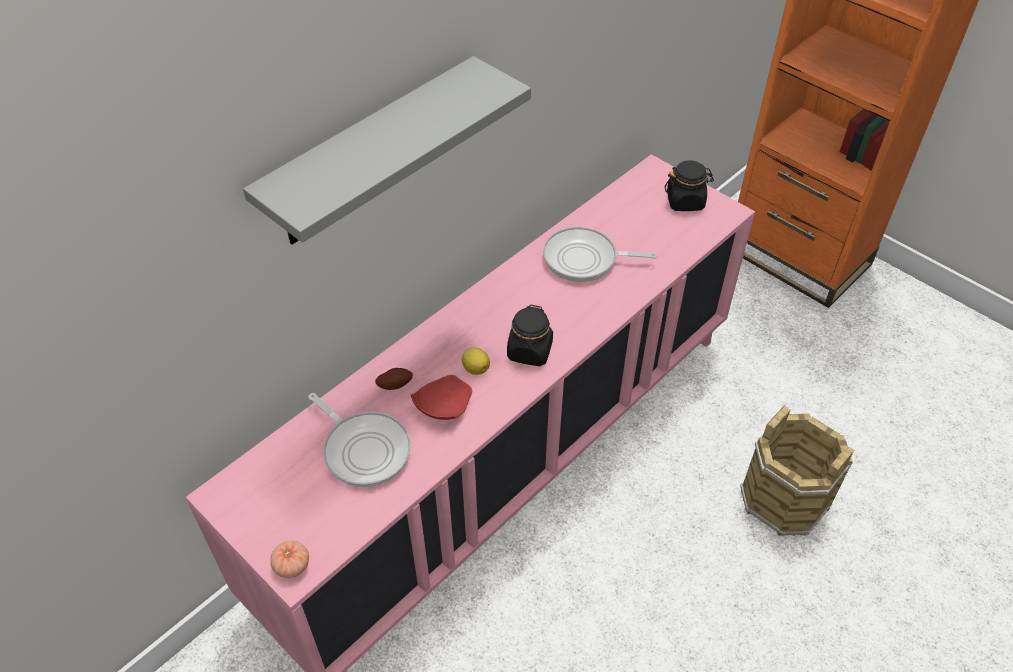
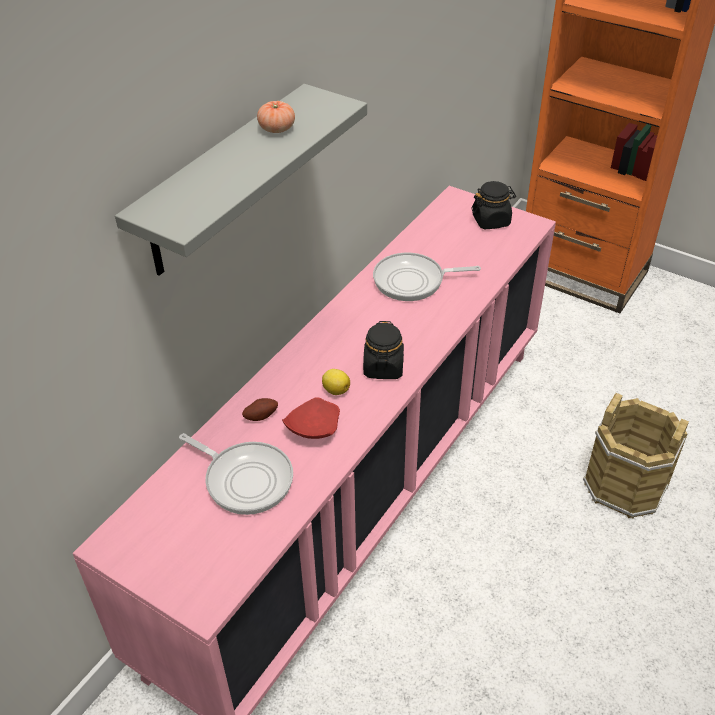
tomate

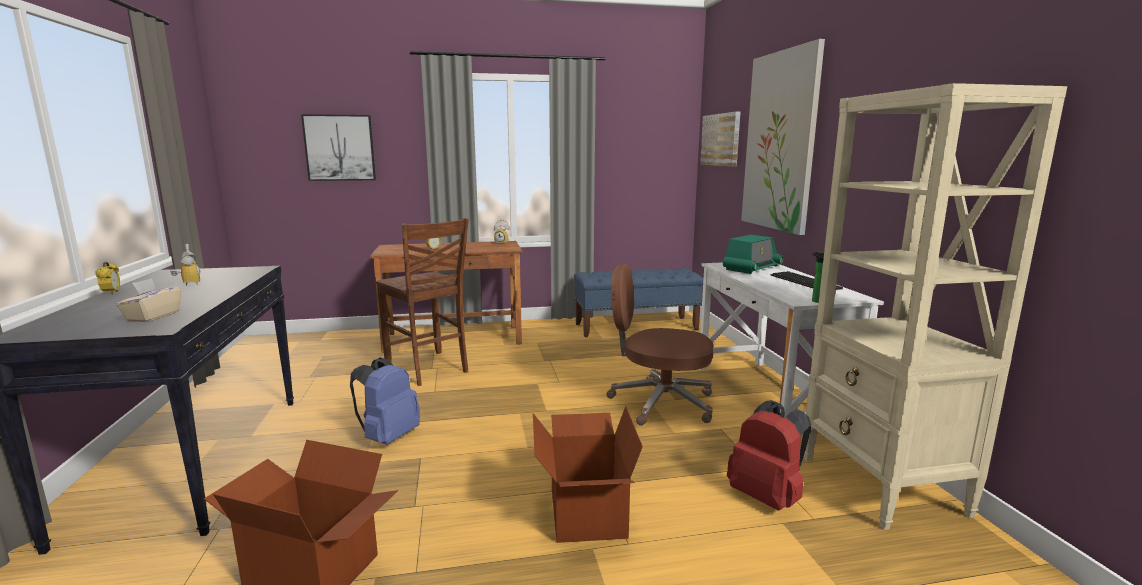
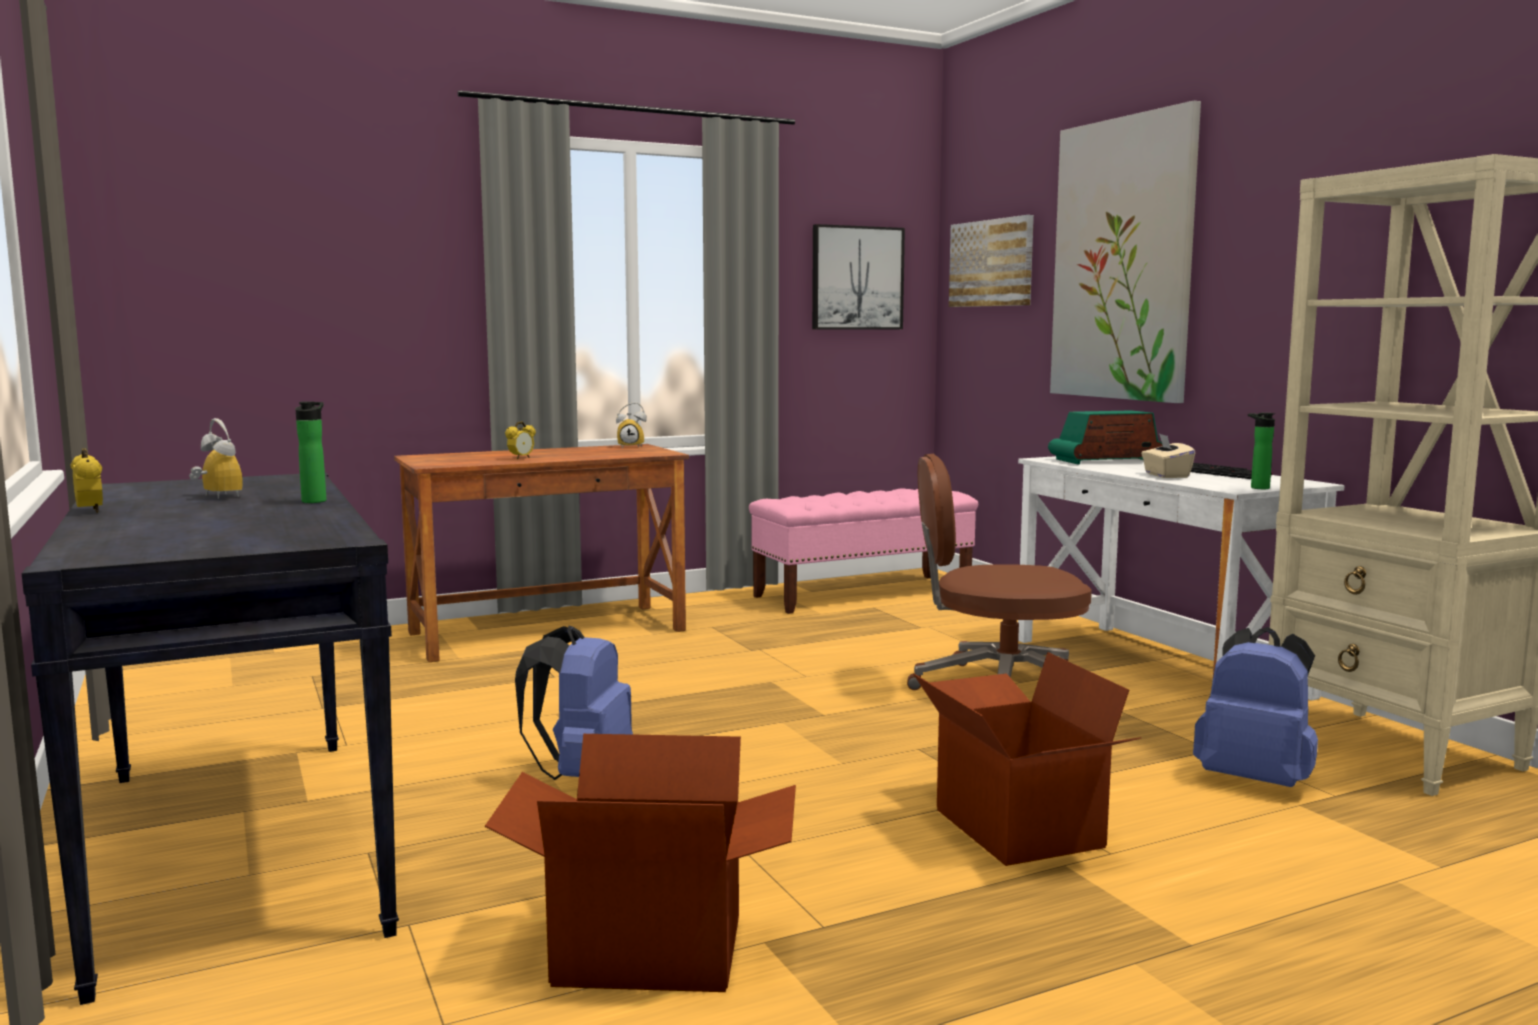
tableau (no. 1 from left)
chaise/marron
radio
banc/rose
boîte à mouchoirs/beige
sac à dos/bleu (no. 2 from left)
bouteille (no. 1 from left)

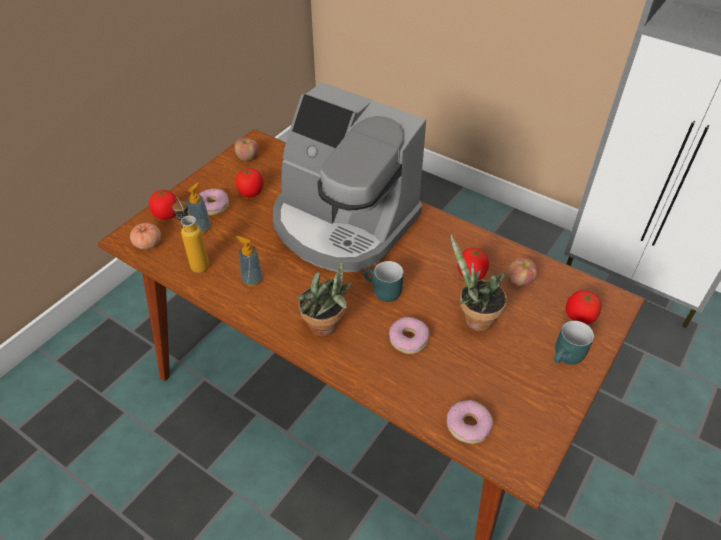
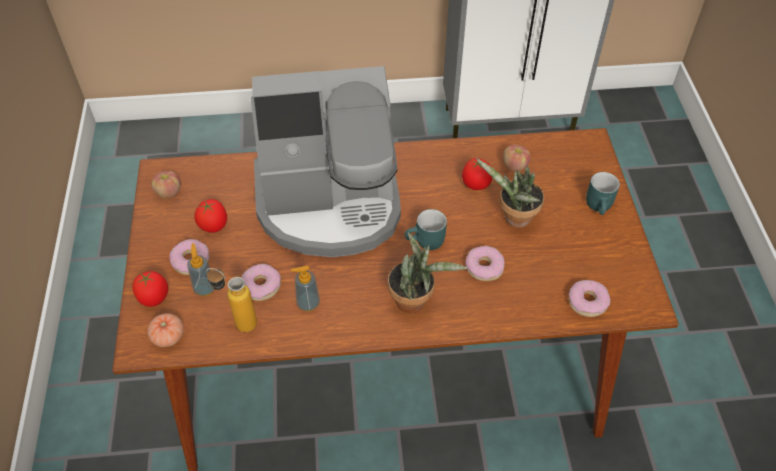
tomate (no. 5 from left in the first image)
beignet (no. 2 from left)

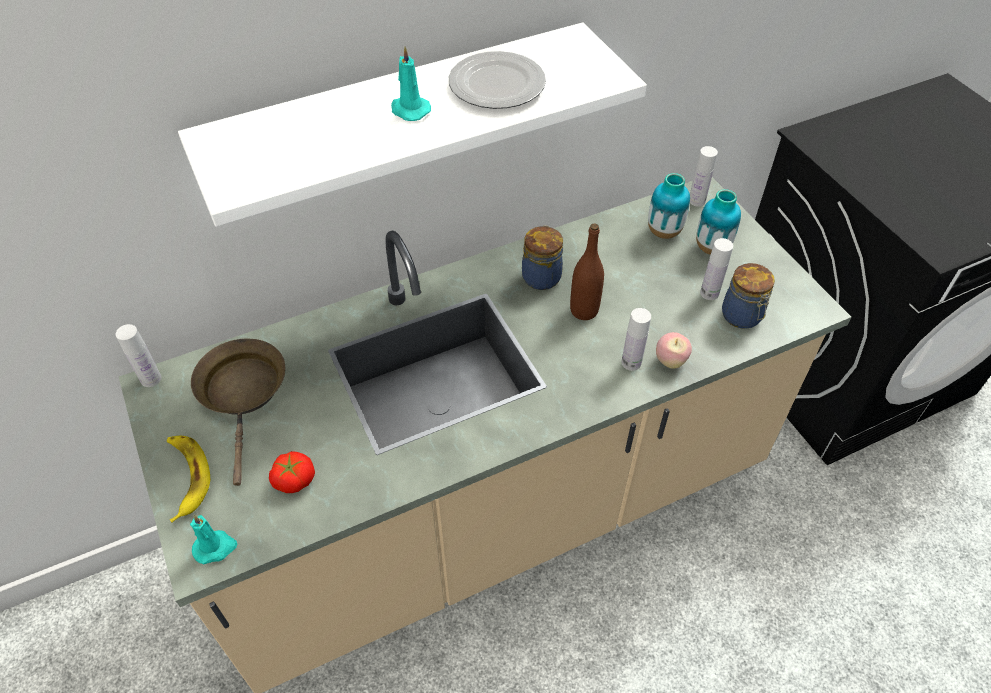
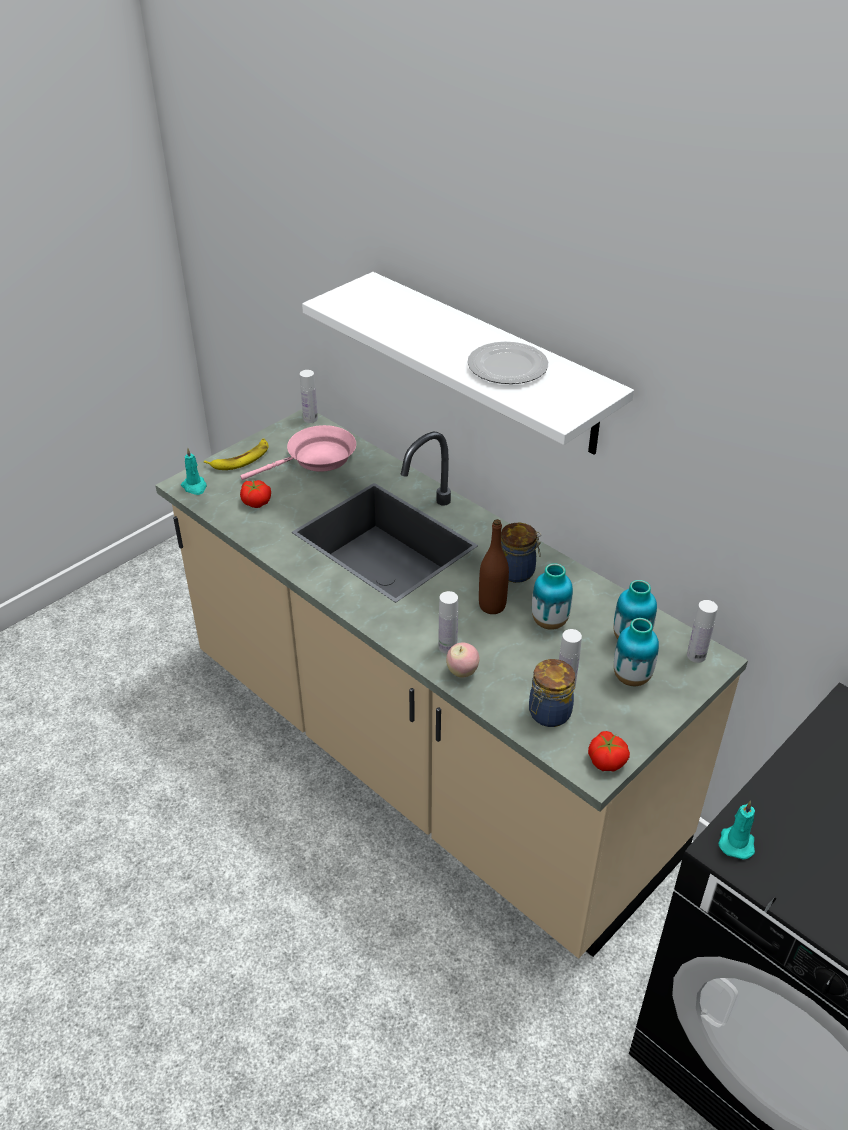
bougie/turquoise (no. 2 from left)
poêle/rose
vase (no. 1 from left)
tomate (no. 2 from left)

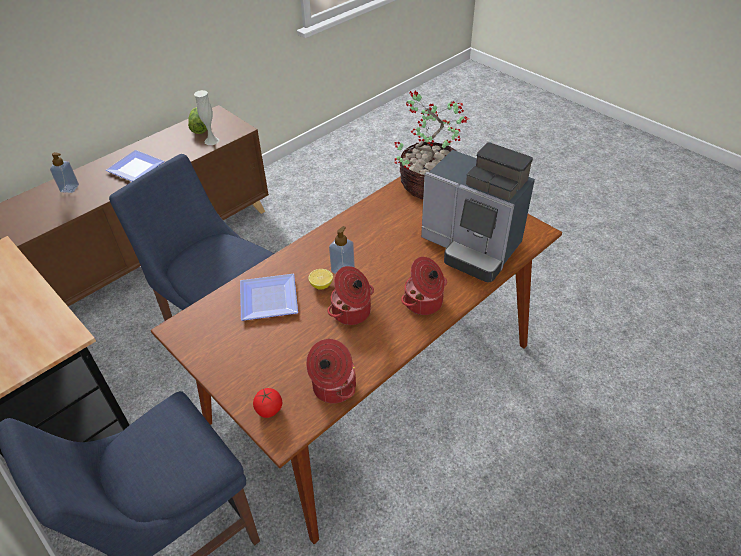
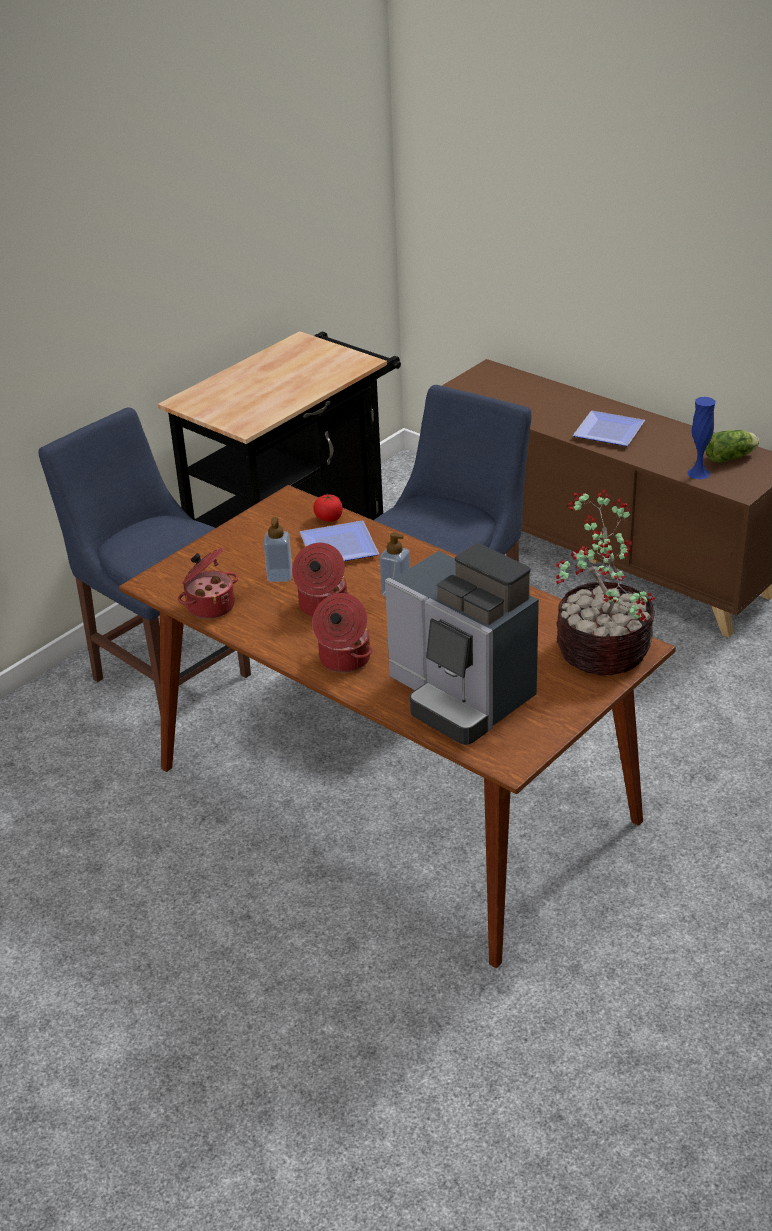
vase/bleu
machine à café
distributeur de savon (no. 1 from left)
citron
tomate

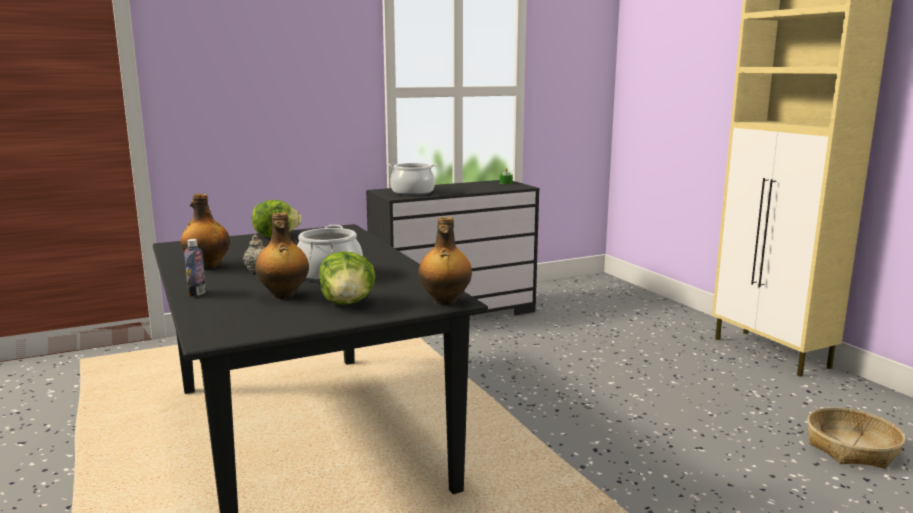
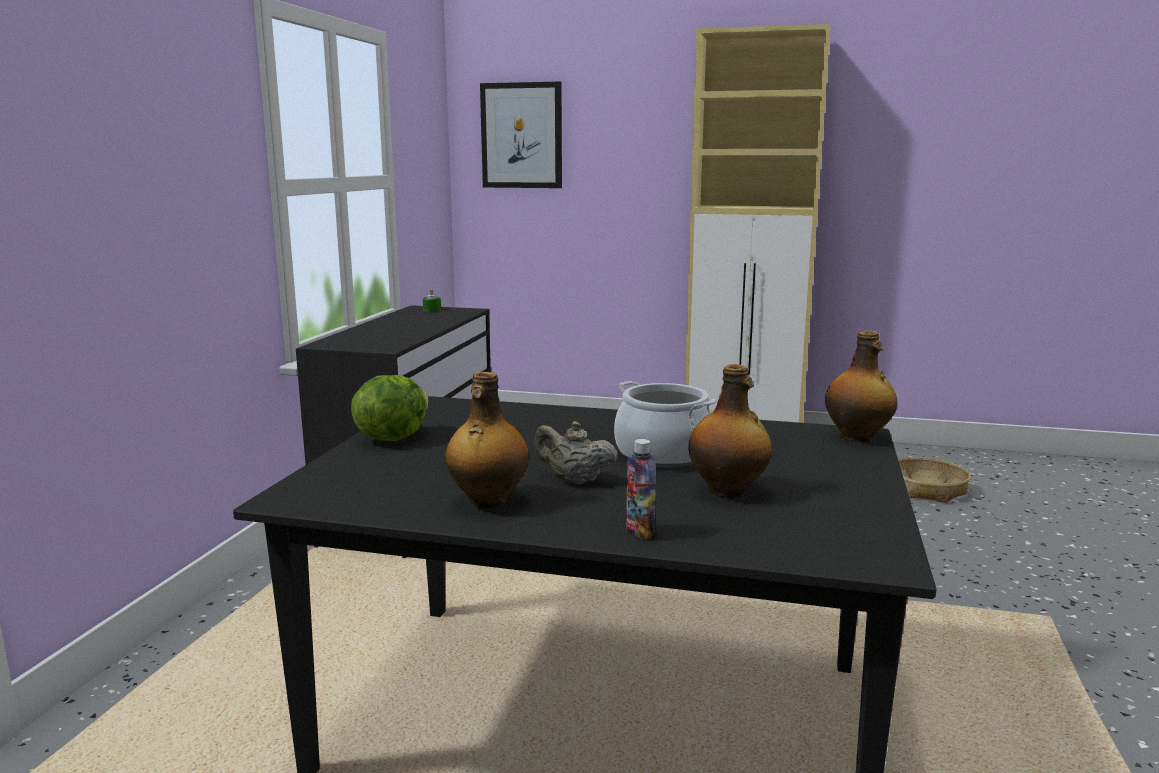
marmite (no. 2 from left in the first image)
laitue (no. 2 from left in the first image)
tableau

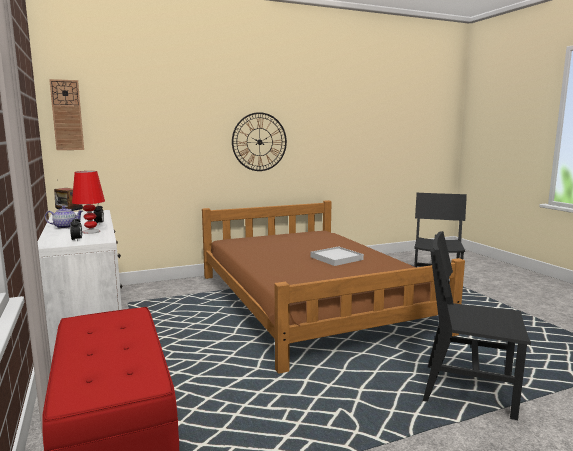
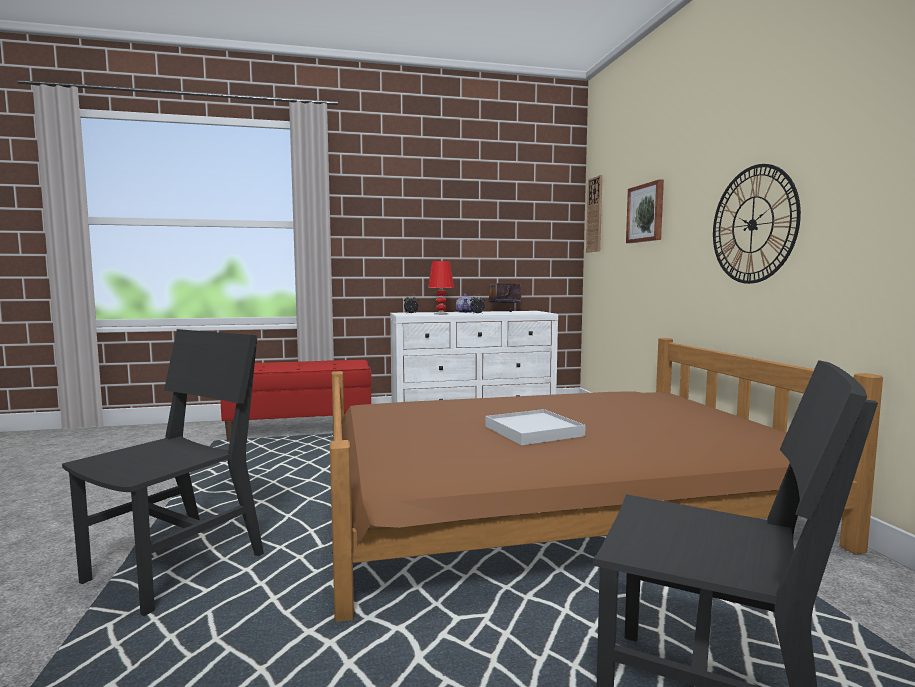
tableau

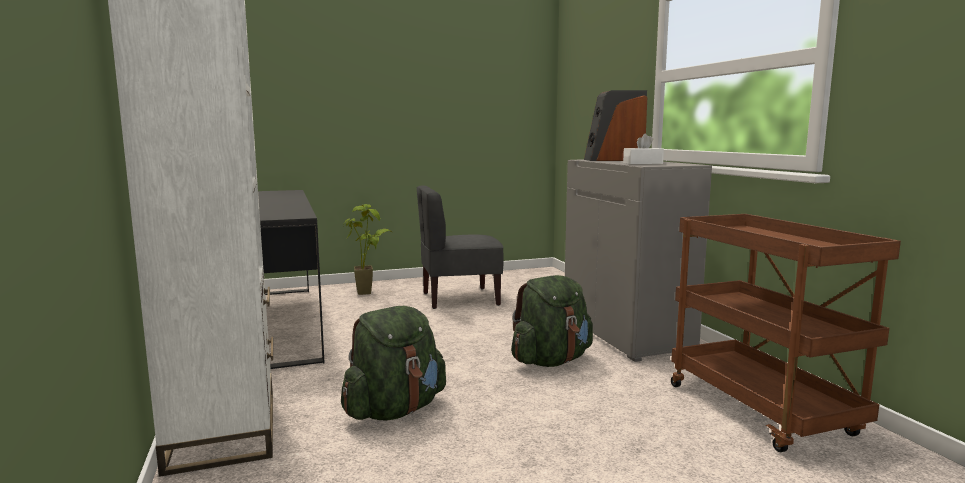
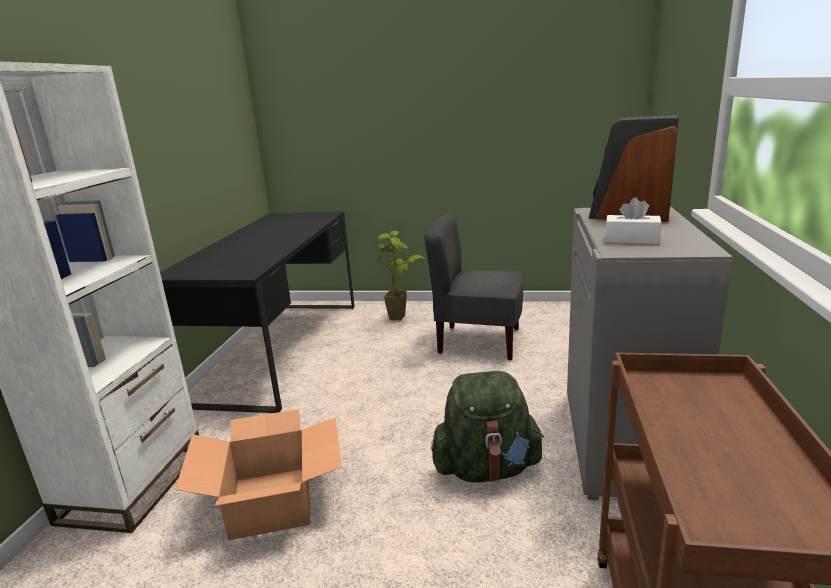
carton

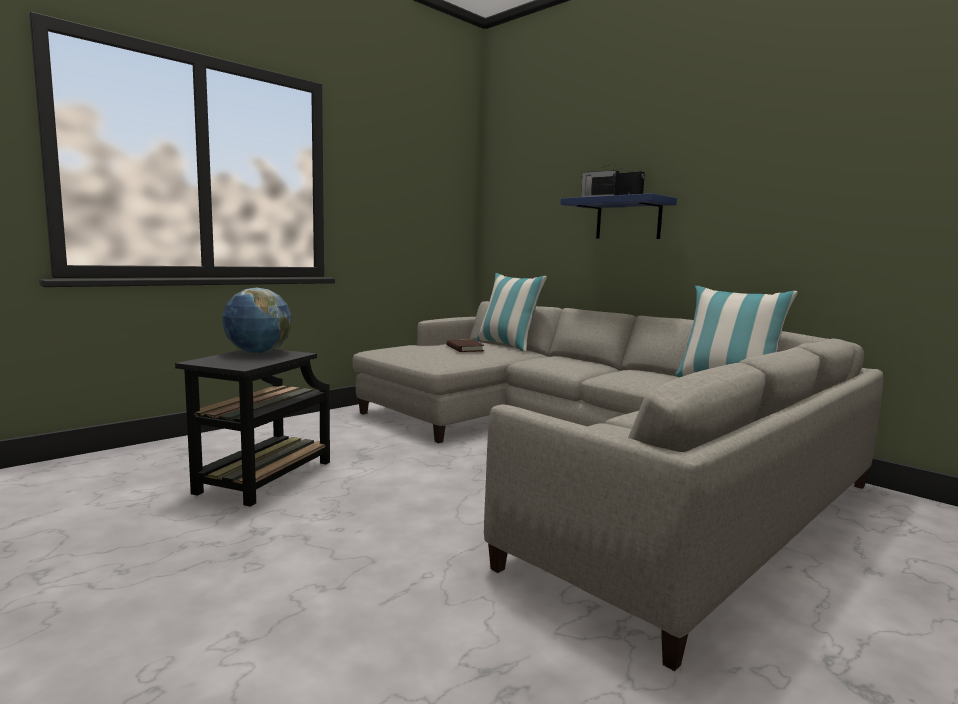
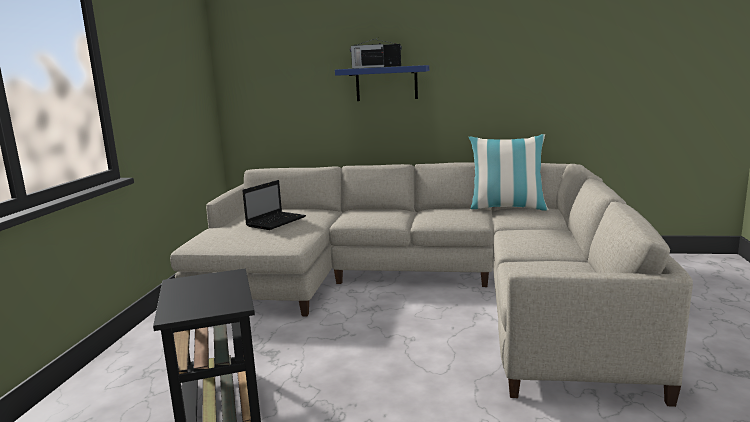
coussin (no. 1 from left in the first image)
globe
ordinateur portable

